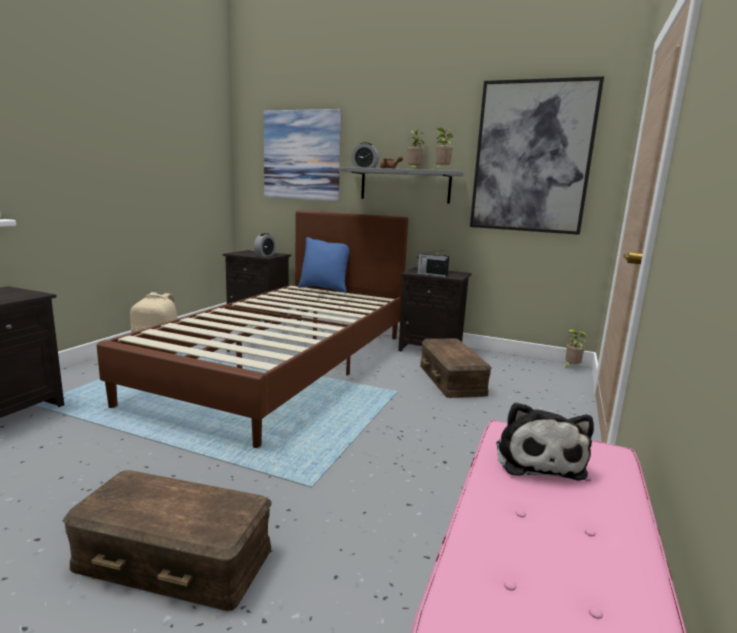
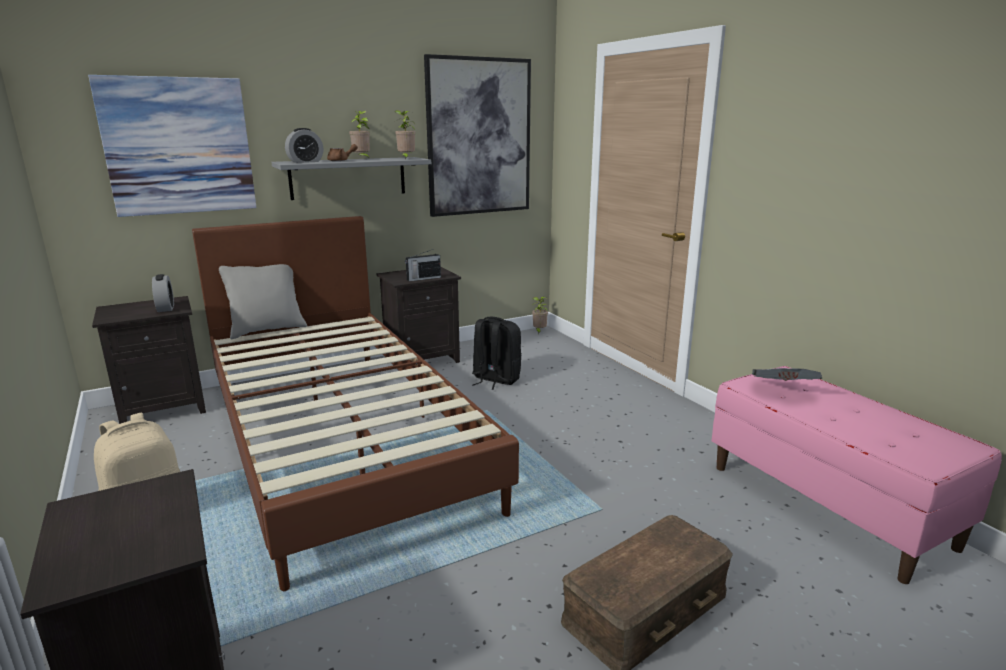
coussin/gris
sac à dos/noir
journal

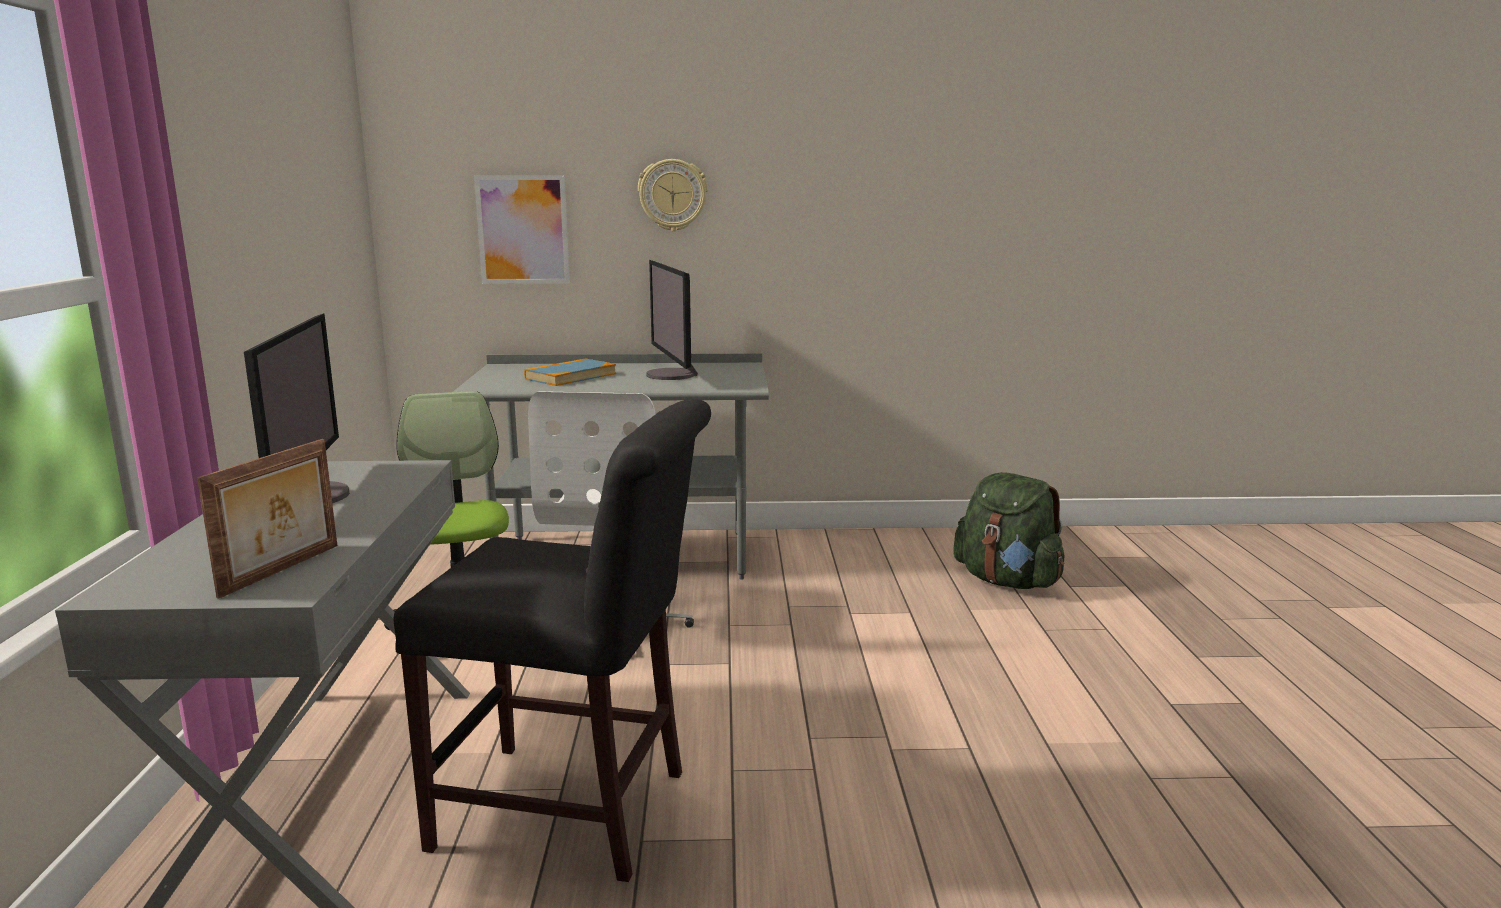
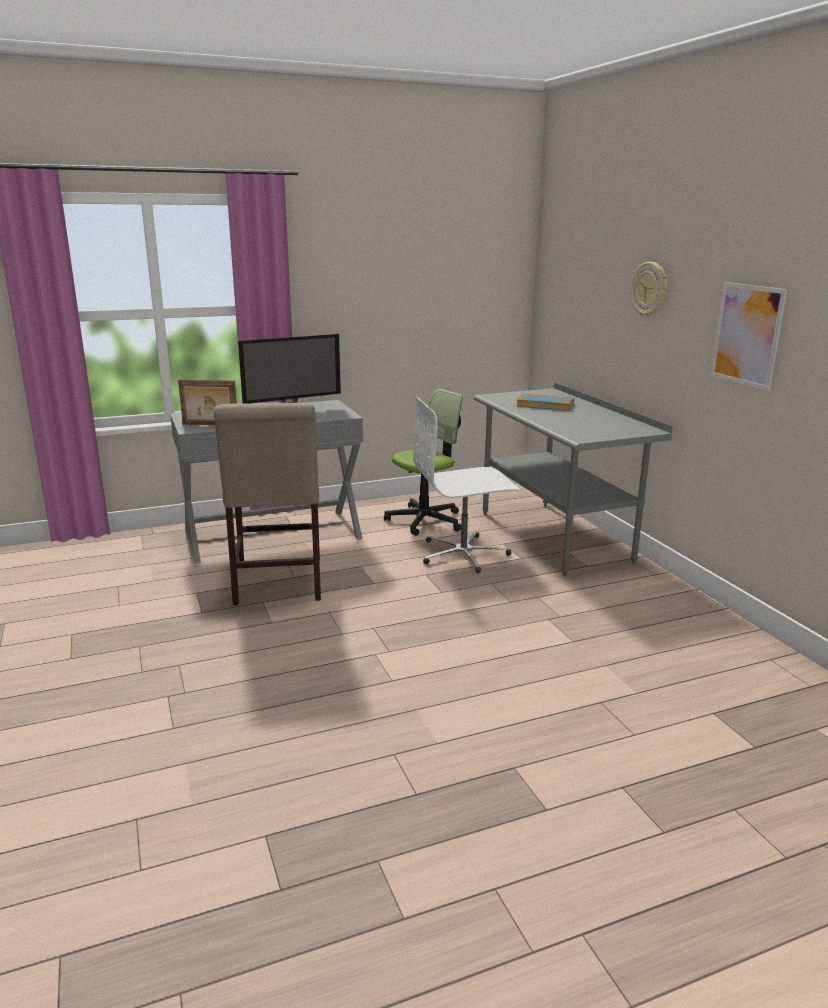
tableau
écran d'ordinateur (no. 2 from left in the first image)
chaise/beige
sac à dos/vert

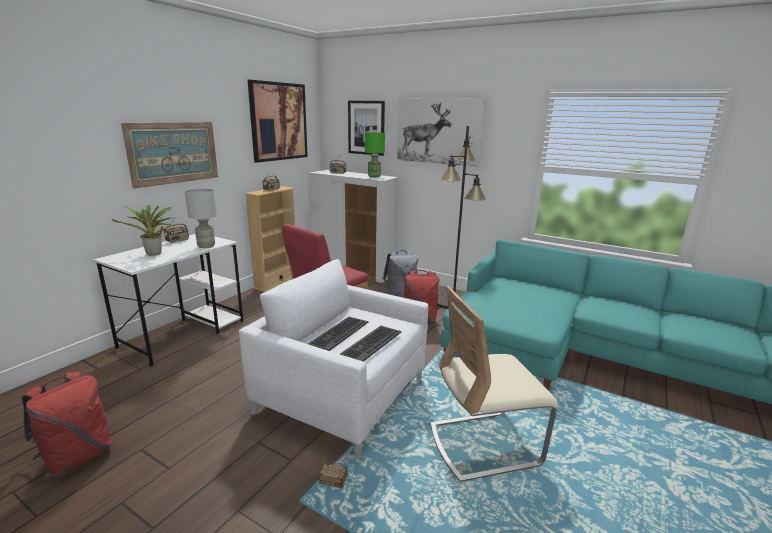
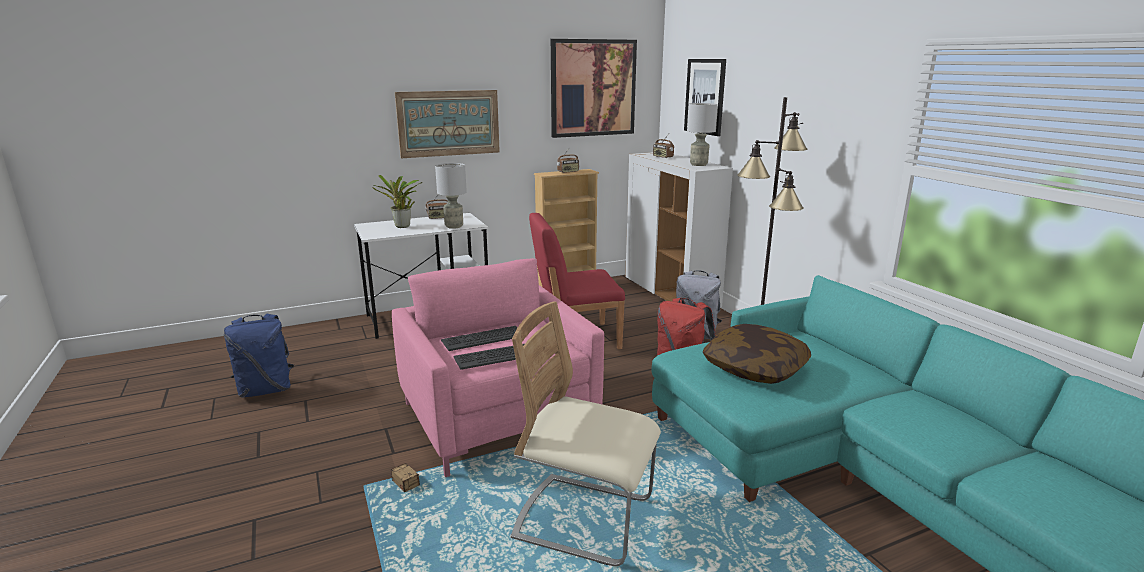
tableau (no. 4 from left in the first image)
lampe de table/gris (no. 2 from left)
fauteuil/rose
sac à dos/bleu
coussin

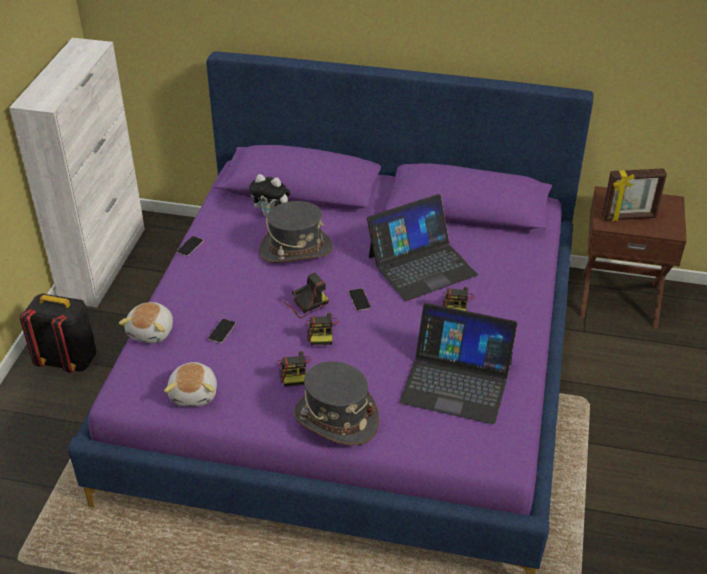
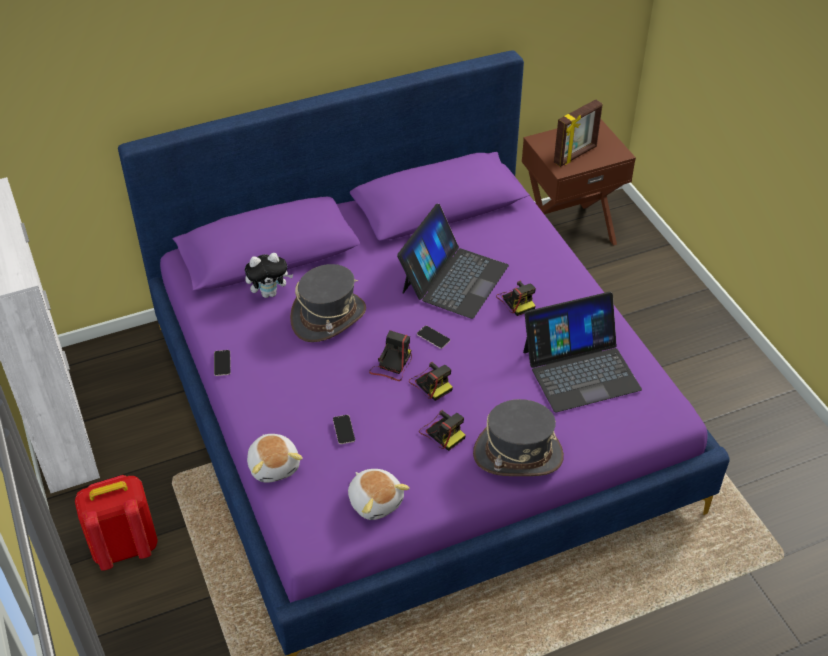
sac à dos/rouge

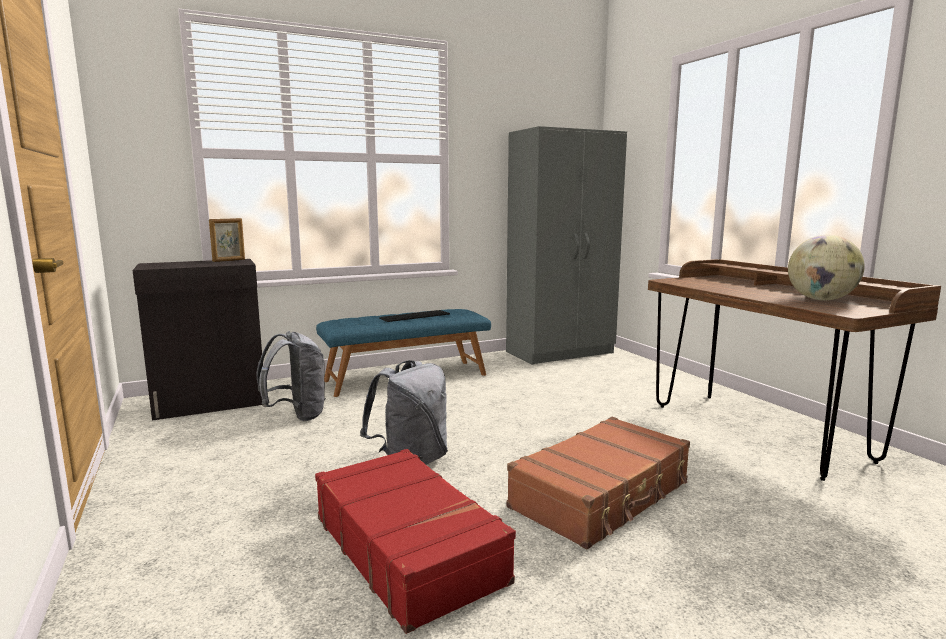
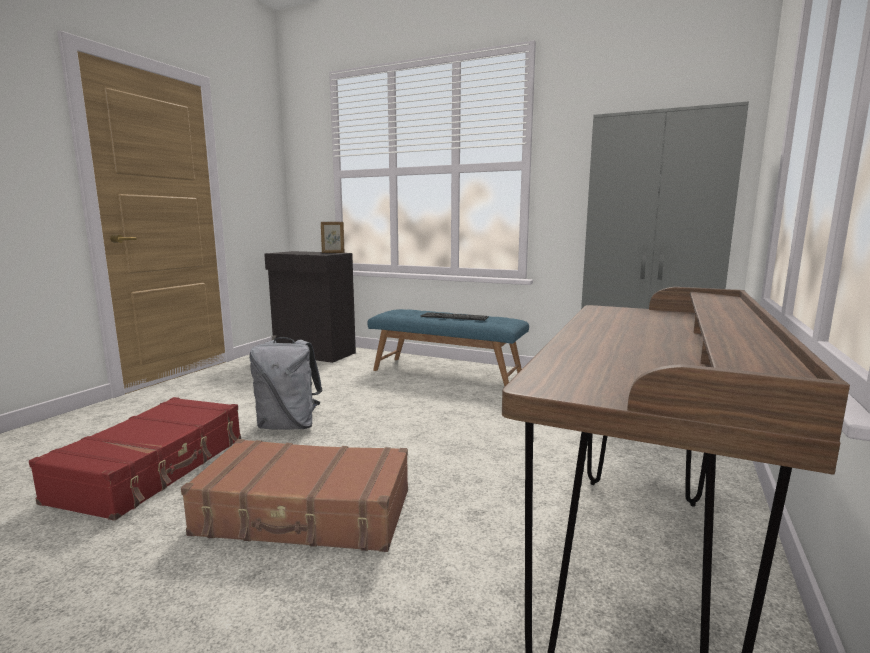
globe
sac à dos/gris (no. 1 from left in the first image)

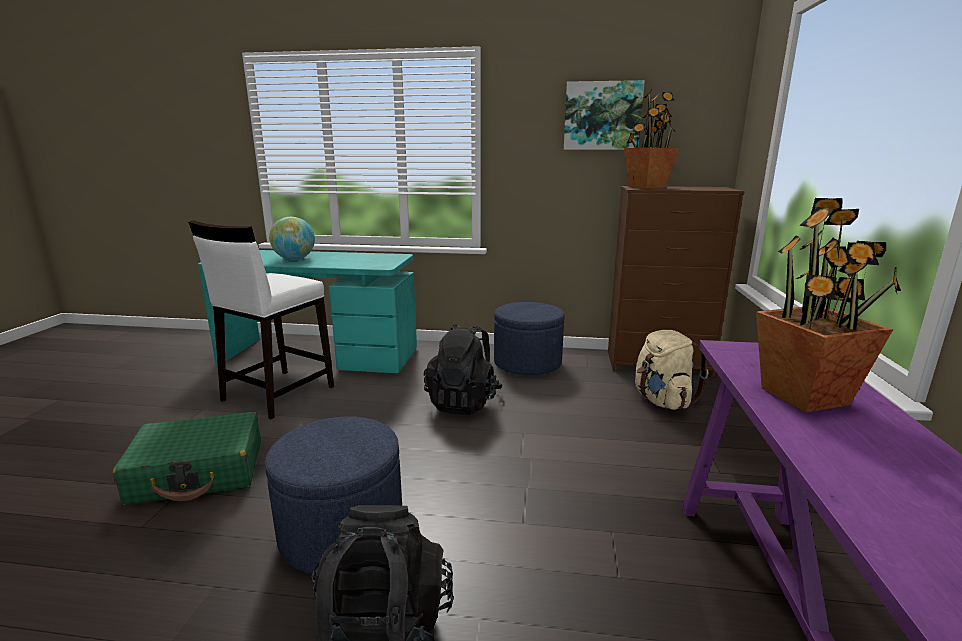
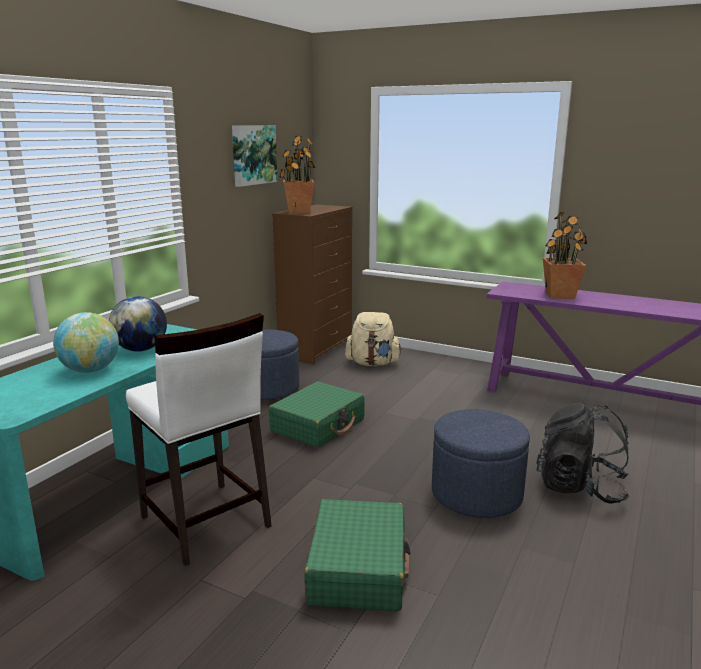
valise/vert (no. 1 from left)
globe (no. 2 from left)

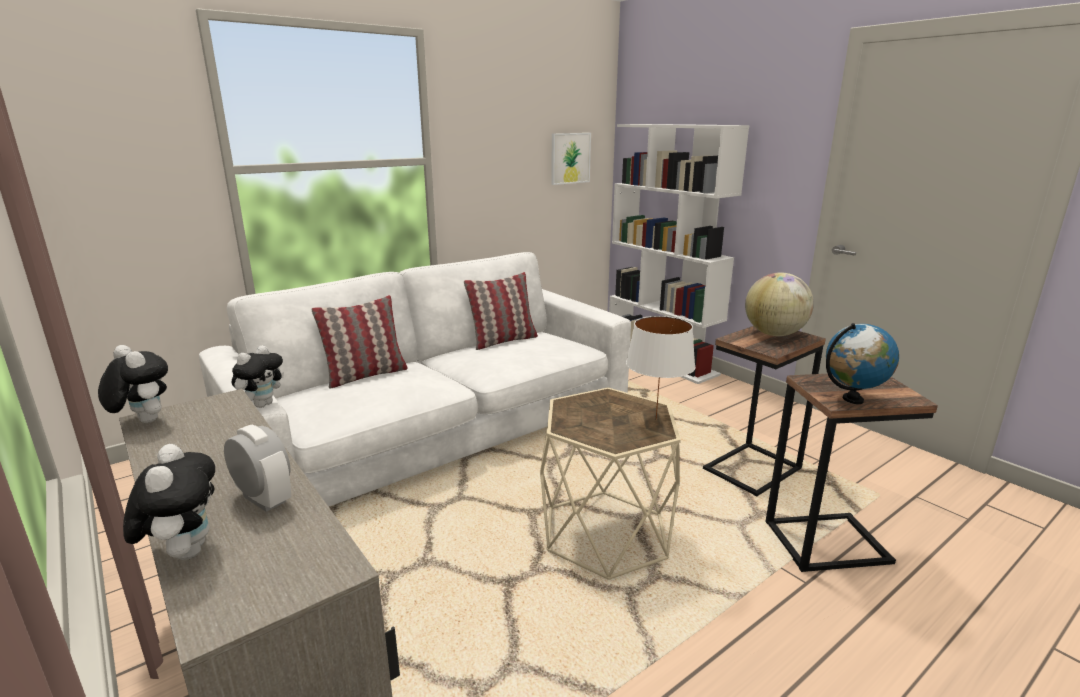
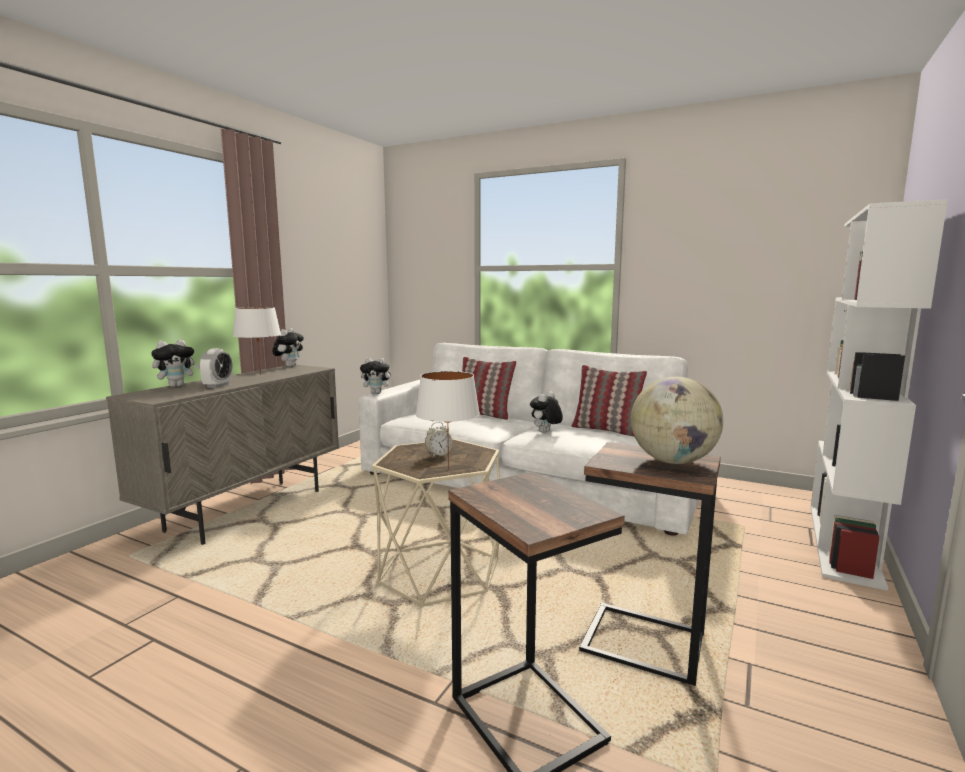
tableau
globe (no. 2 from left in the first image)
lampe de table/blanc (no. 1 from left)
peluche (no. 4 from left)
réveil (no. 2 from left)

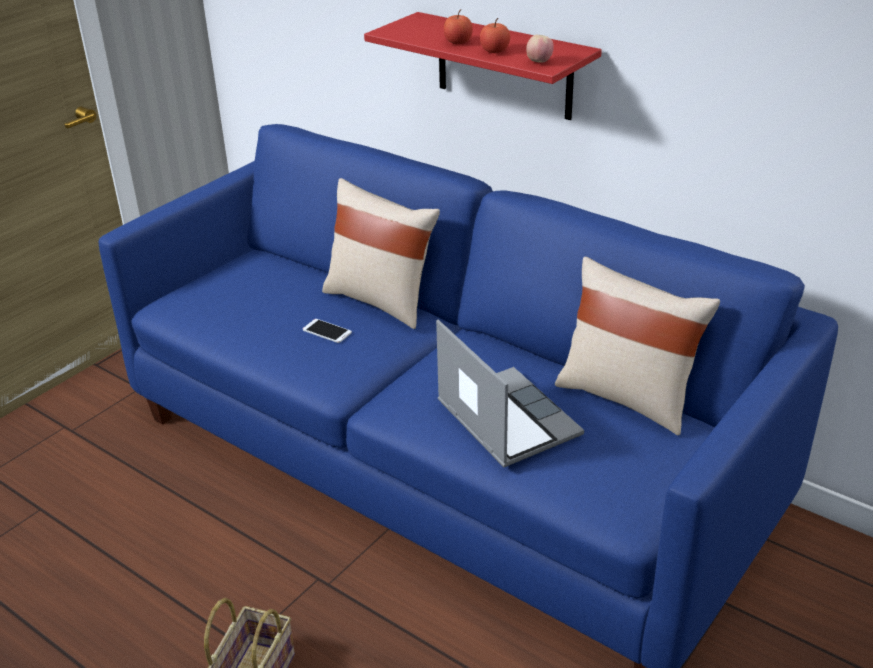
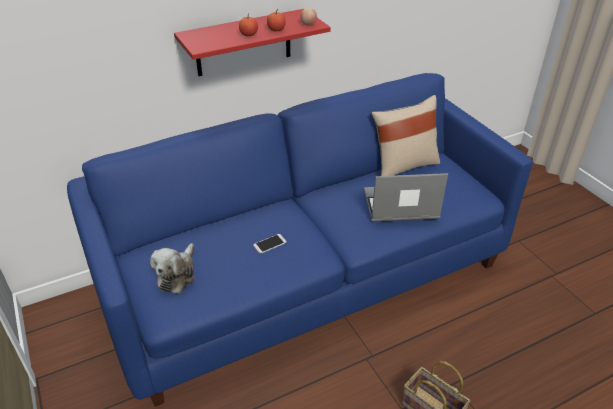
coussin/beige (no. 1 from left in the first image)
peluche

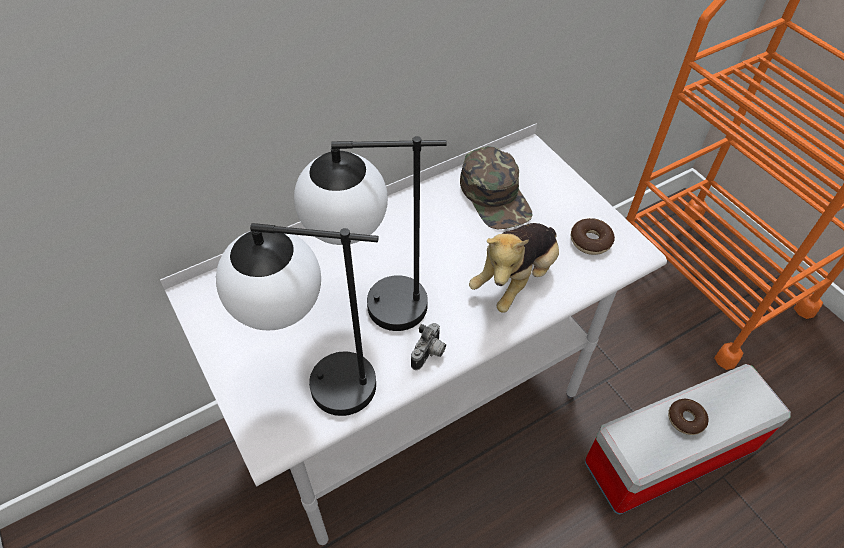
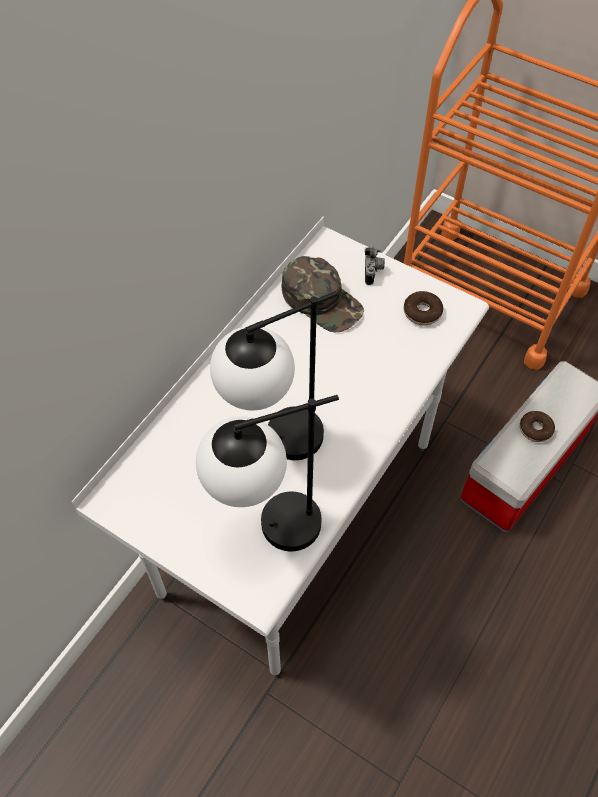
peluche
appareil photo

